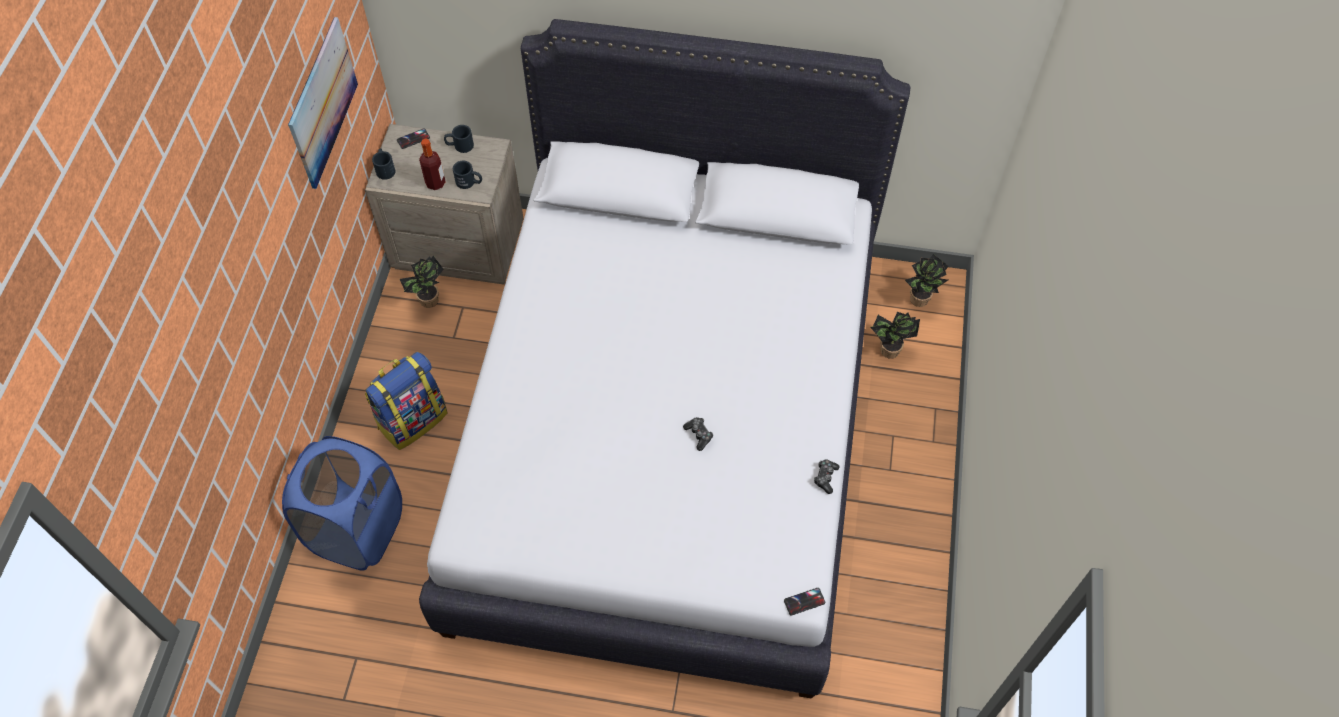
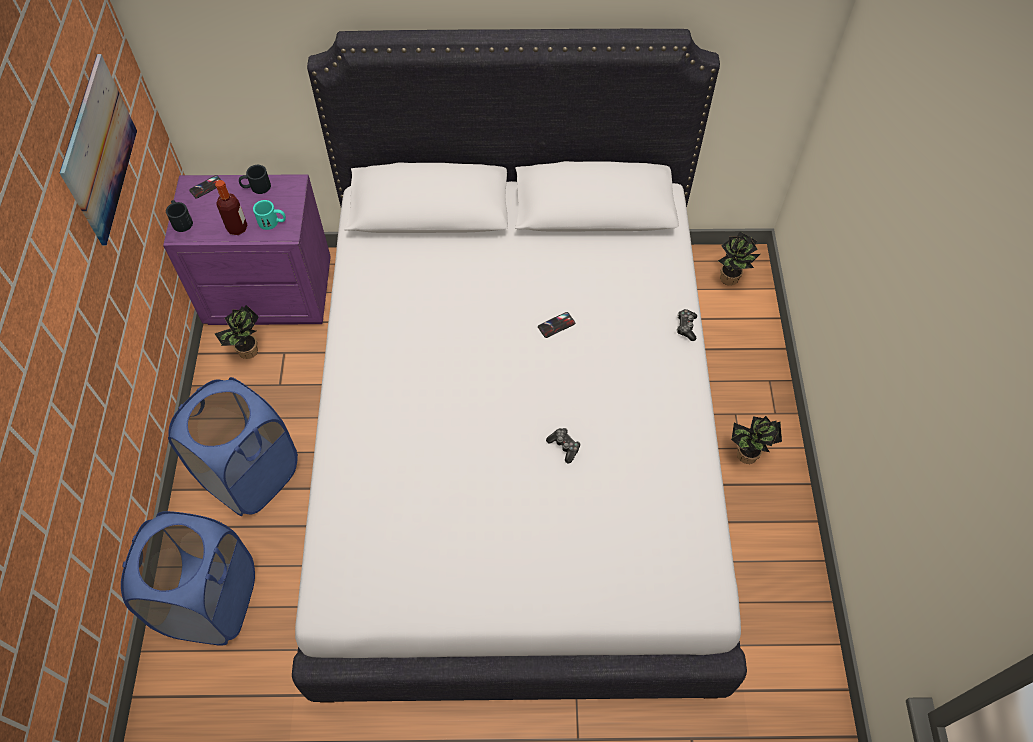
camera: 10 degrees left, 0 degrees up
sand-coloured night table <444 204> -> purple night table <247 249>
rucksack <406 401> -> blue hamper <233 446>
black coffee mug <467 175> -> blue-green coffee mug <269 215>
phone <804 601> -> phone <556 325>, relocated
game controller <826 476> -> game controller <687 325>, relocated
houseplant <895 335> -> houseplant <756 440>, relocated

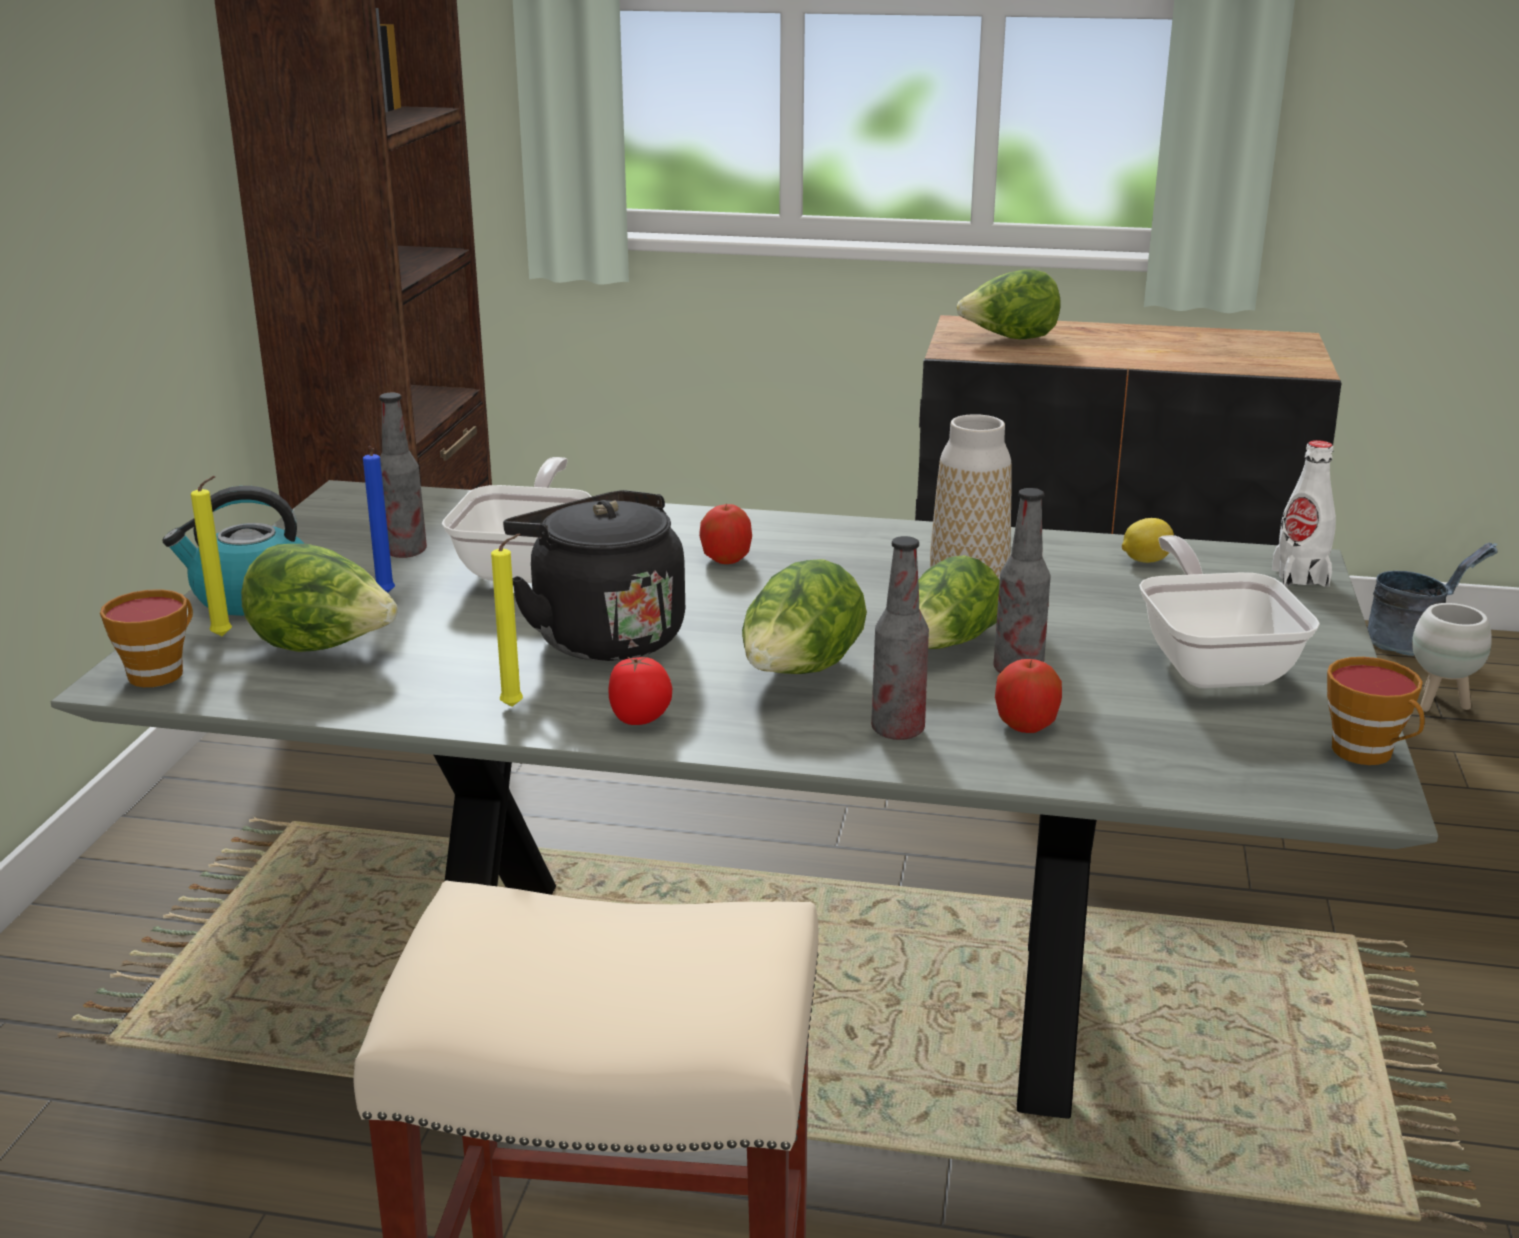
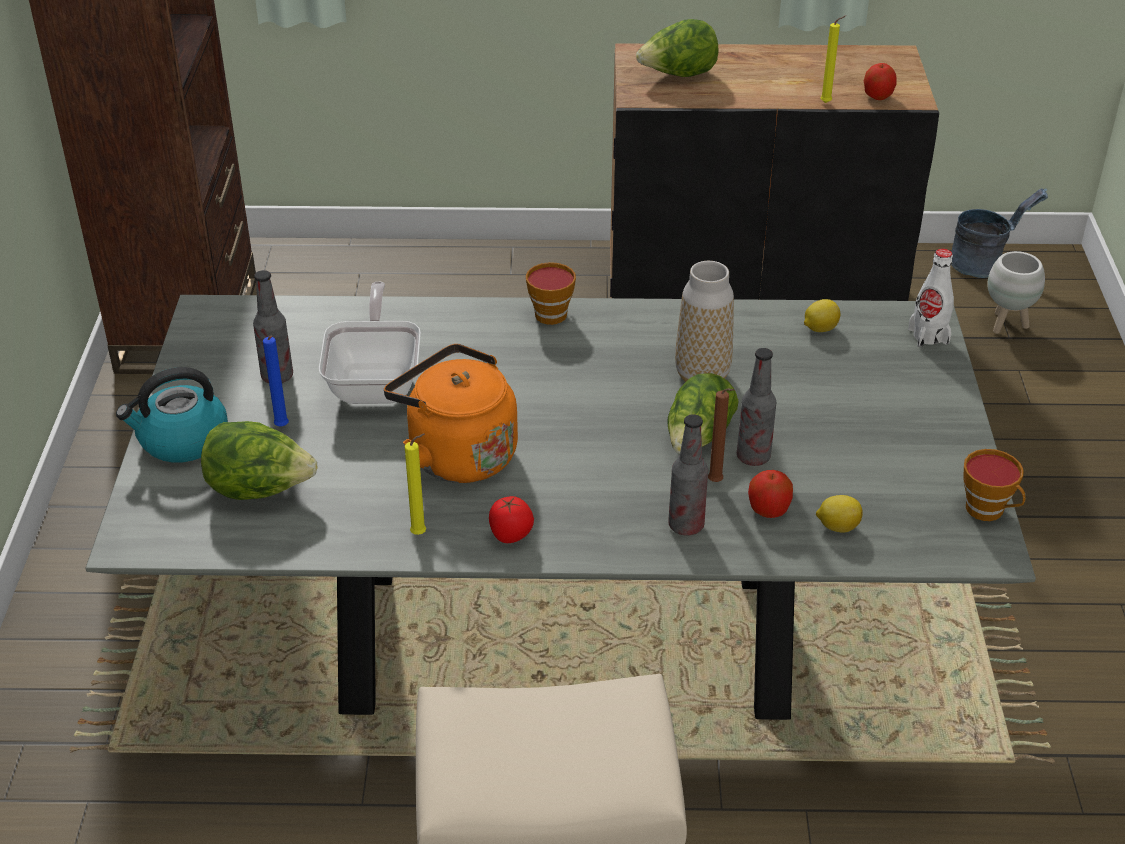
camera: 10 degrees left, 15 degrees up
black kettle <594 575> -> orange kettle <451 413>
small cup <146 638> -> small cup <551 293>, relocated
none -> brown-coloured candle <721 435>
none -> whole lemon <839 513>
yellow candle <211 556> -> yellow candle <833 59>, relocated
apple fruit <725 534> -> apple fruit <880 81>, relocated
lettuce head <804 616> -> none
skillet <1229 611> -> none

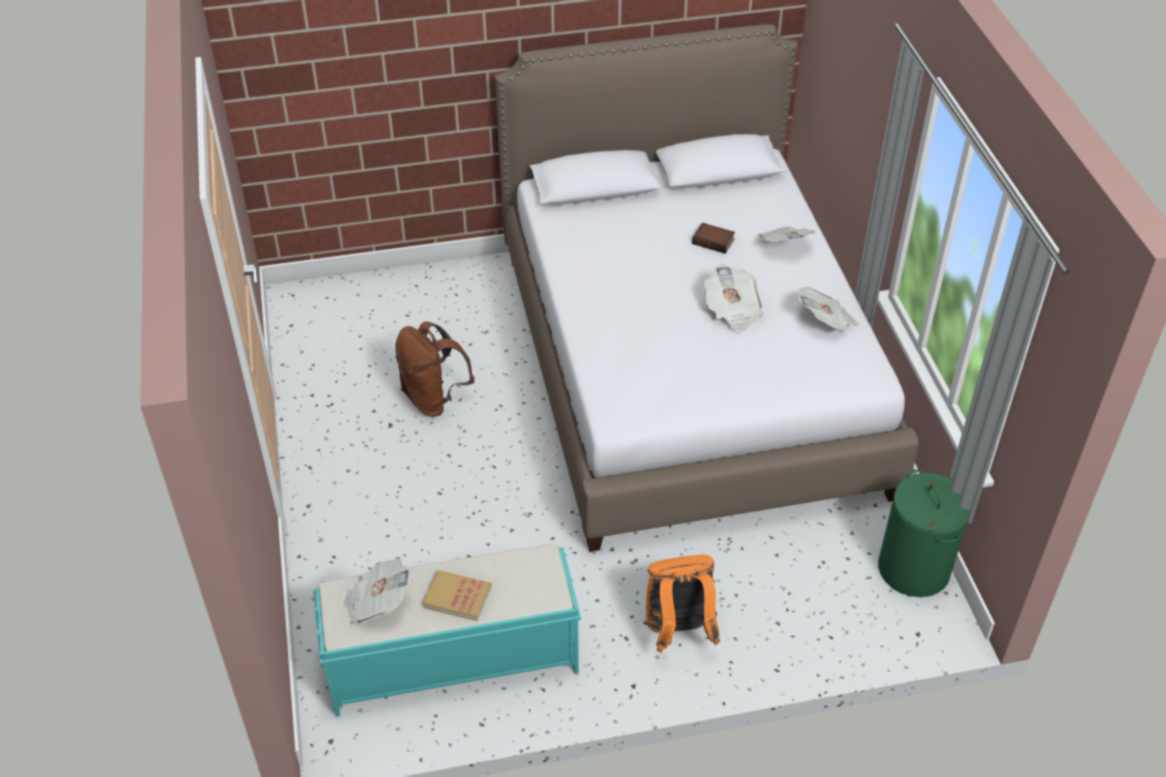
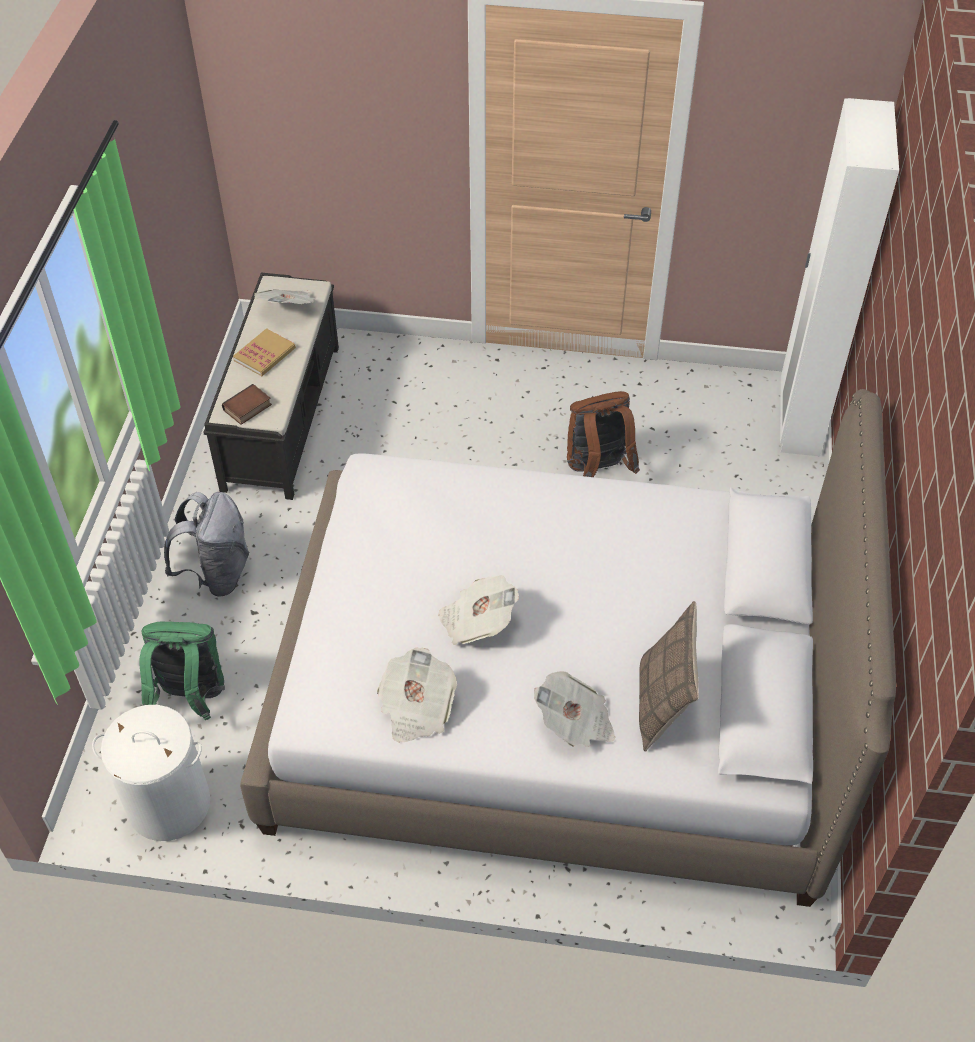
camera: 110 degrees right, 5 degrees up
green-coloured hamper <924 533> -> white-coloured hamper <151 773>
none -> green-coloured rucksack <182 670>
orange rucksack <682 603> -> grey rucksack <206 544>
blue-green indoor bench <447 630> -> black indoor bench <271 386>
book <713 238> -> book <247 404>, relocated
none -> pillow <669 676>
none -> white-coloured wardrobe <839 277>

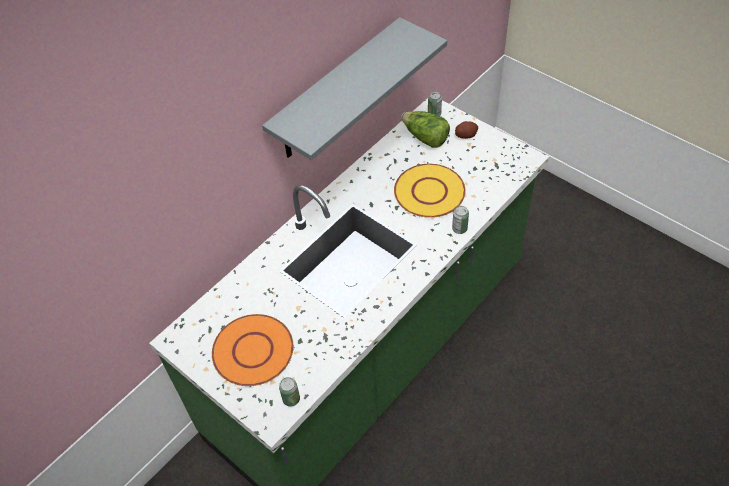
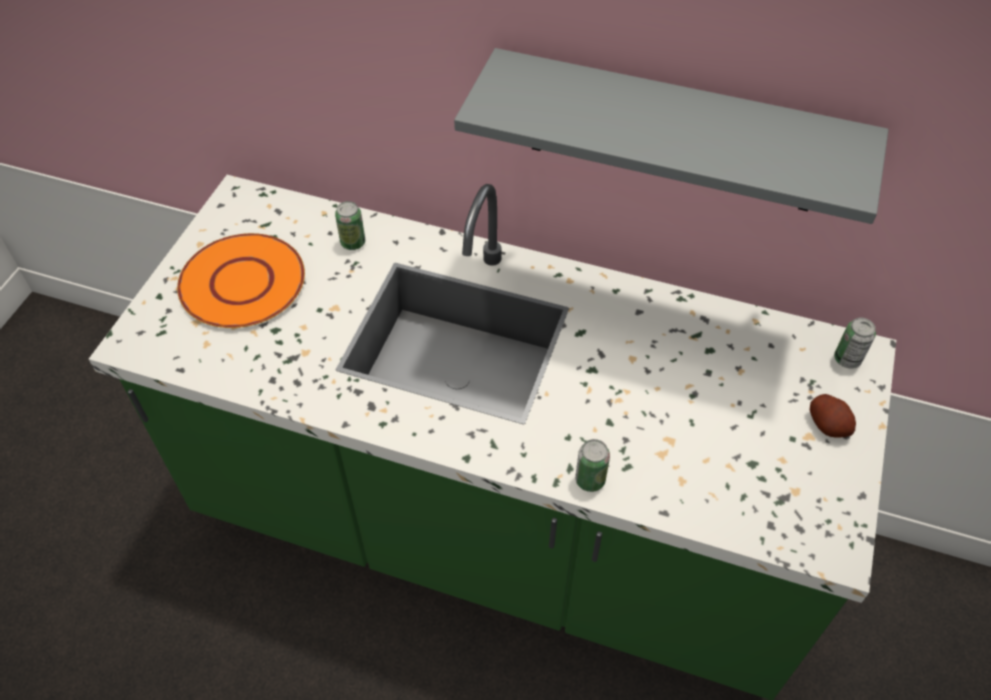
camera: 65 degrees right, 0 degrees up
can <289 392> -> can <350 225>, relocated
yellow flat dish <430 191> -> none
lettuce head <425 129> -> none

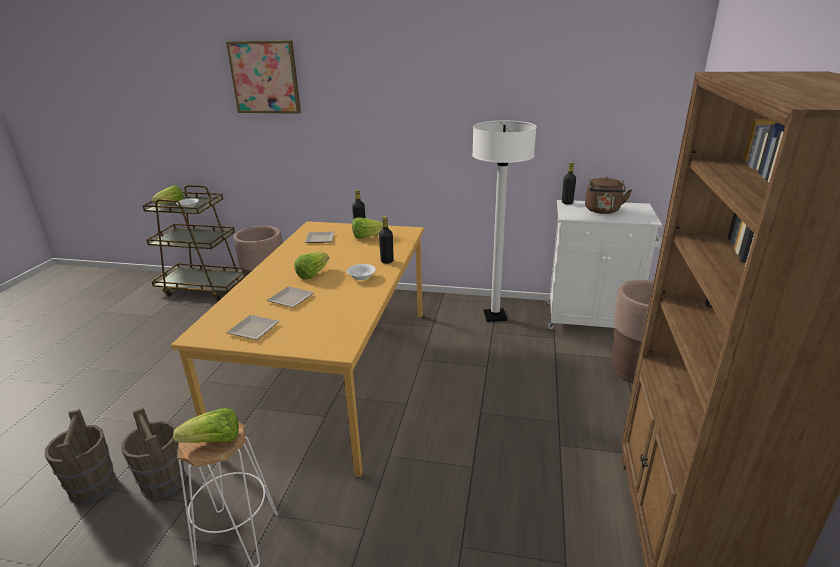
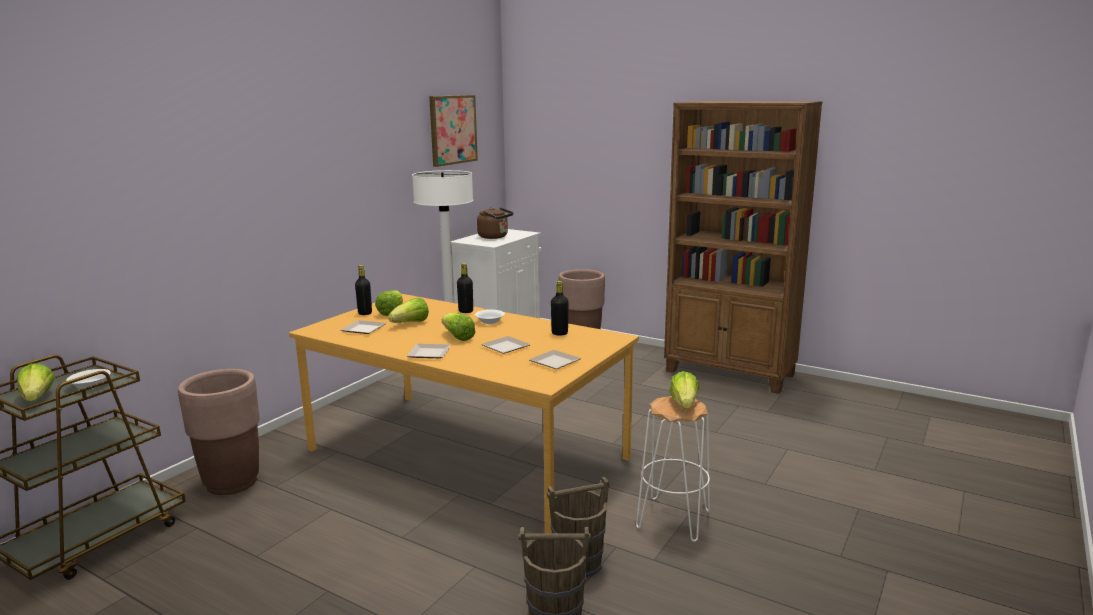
camera: 70 degrees left, 10 degrees down
none -> lettuce head <408 310>
none -> flat dish <429 351>
picture <263 77> -> picture <453 131>, relocated
black beverage bottle <569 183> -> black beverage bottle <559 308>, relocated

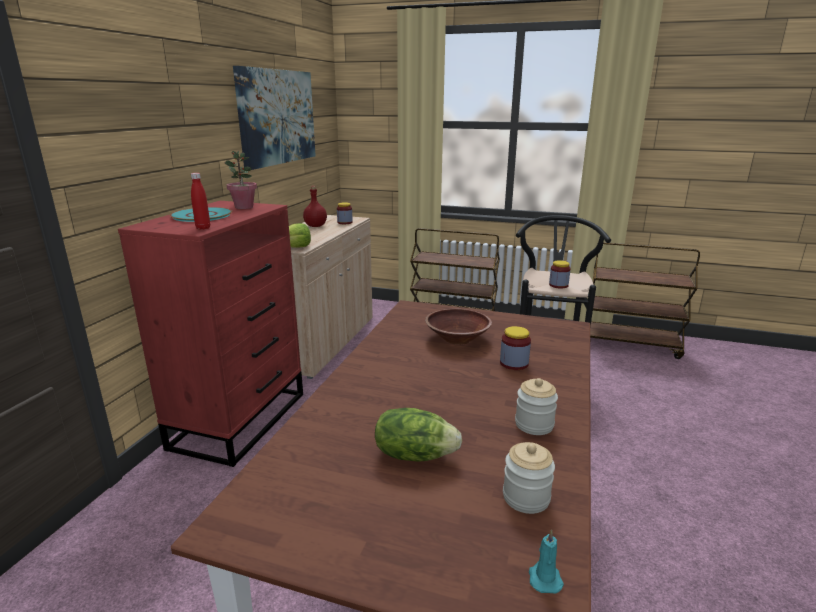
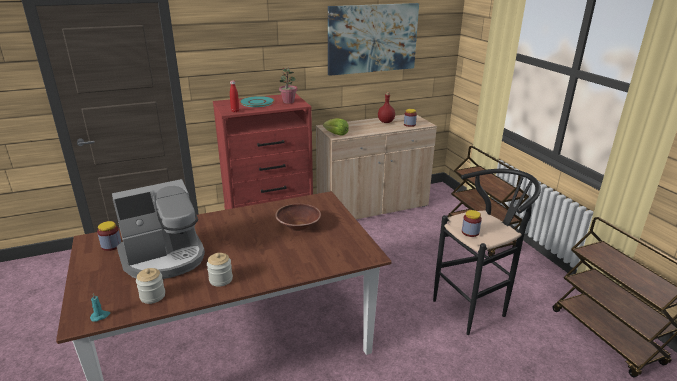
camera: 50 degrees right, 5 degrees up
jar <515 348> -> jar <109 236>, relocated
lettuce head <418 434> -> coffee maker <158 229>

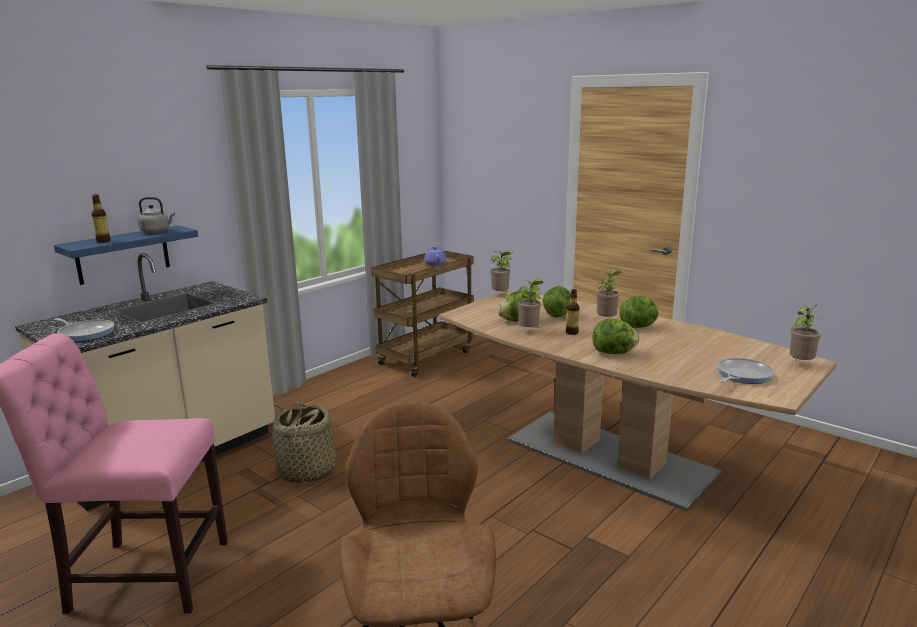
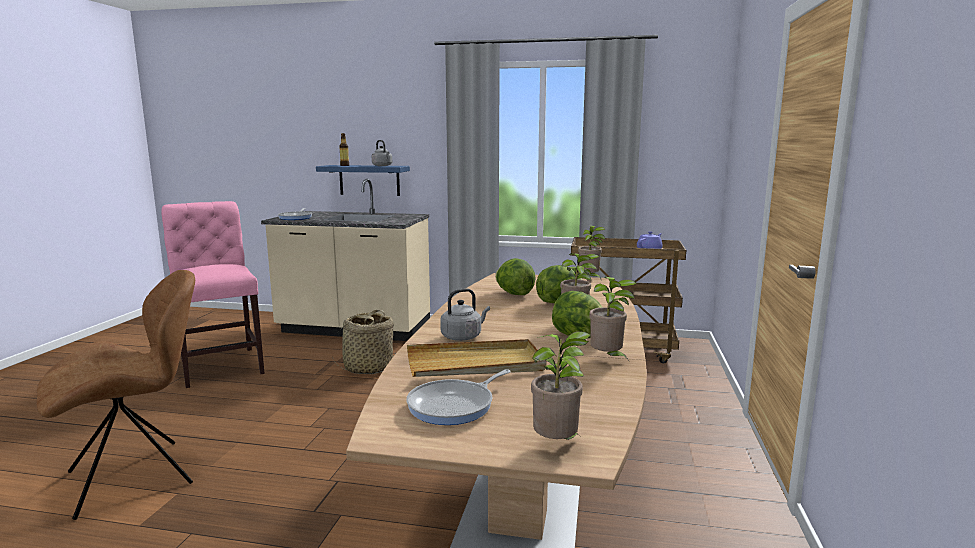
camera: 60 degrees right, 5 degrees down
skillet <746 371> -> skillet <458 397>, 120 degrees clockwise
none -> sand-coloured serving tray <477 358>
lettuce head <616 336> -> grey kettle <465 314>
houseplant <530 303> -> houseplant <613 319>, relocated
beverage bottle <573 312> -> none

